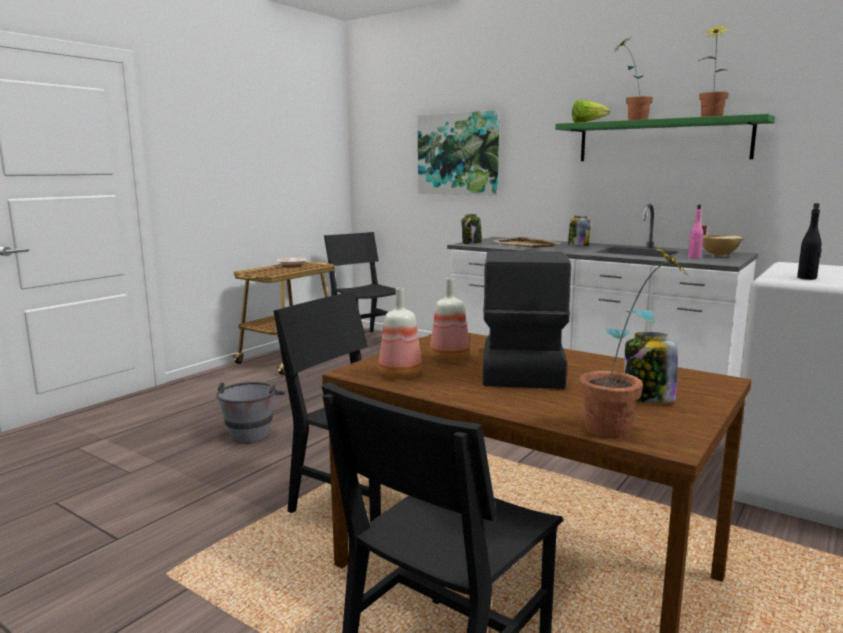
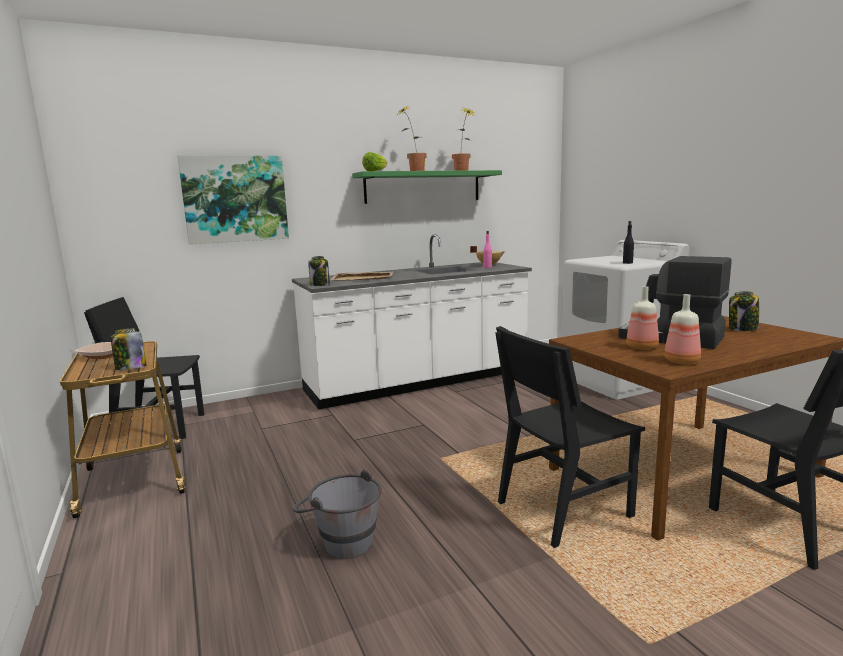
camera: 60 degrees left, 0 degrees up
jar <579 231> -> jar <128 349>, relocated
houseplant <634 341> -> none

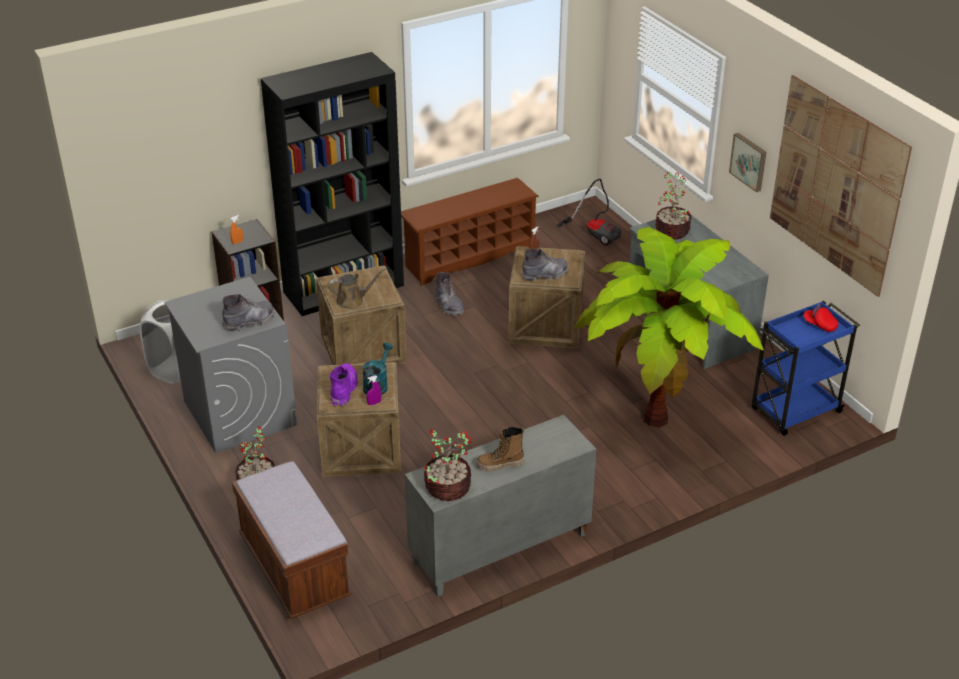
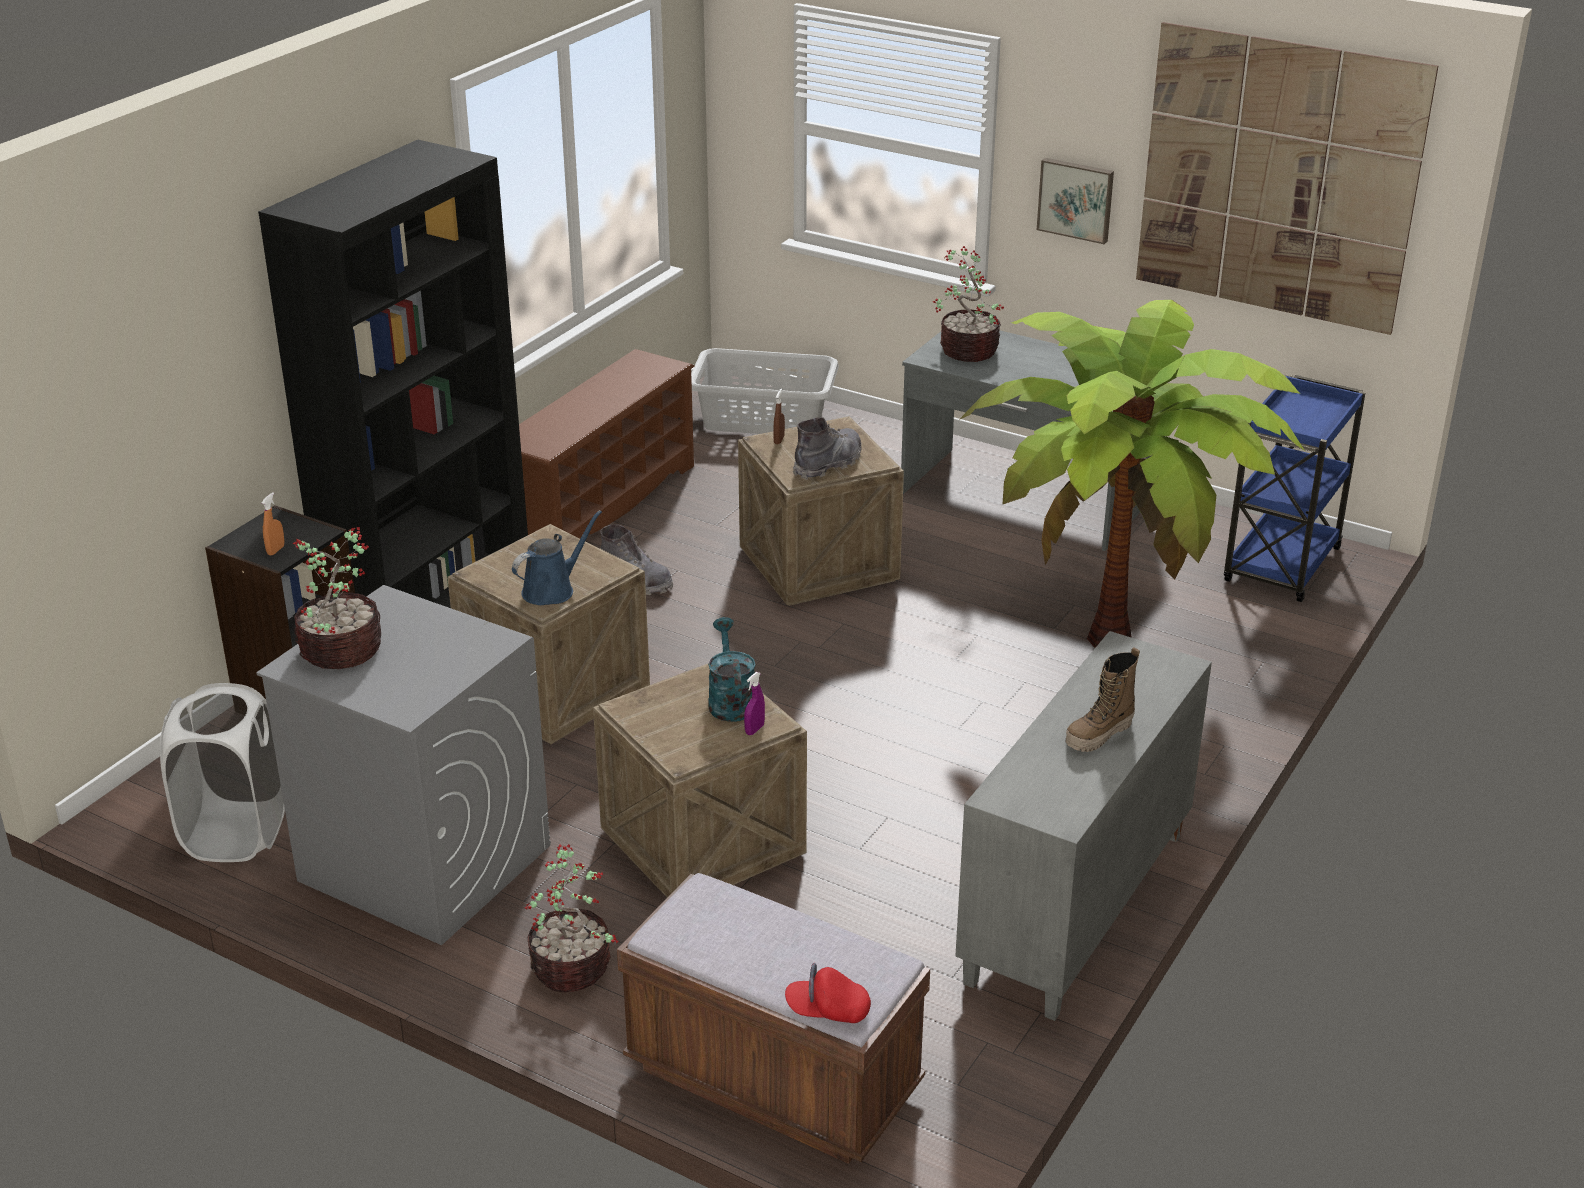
camera: 30 degrees left, 5 degrees down
houseplant <448 465> -> houseplant <336 598>, relocated
brown-coloured sprinkling can <357 288> -> blue sprinkling can <557 557>
hoover <588 212> -> grey hamper <765 391>
red peaked cap <821 318> -> red peaked cap <828 993>, relocated
grey high-top boot <248 312> -> none
purple high-top boot <344 384> -> none

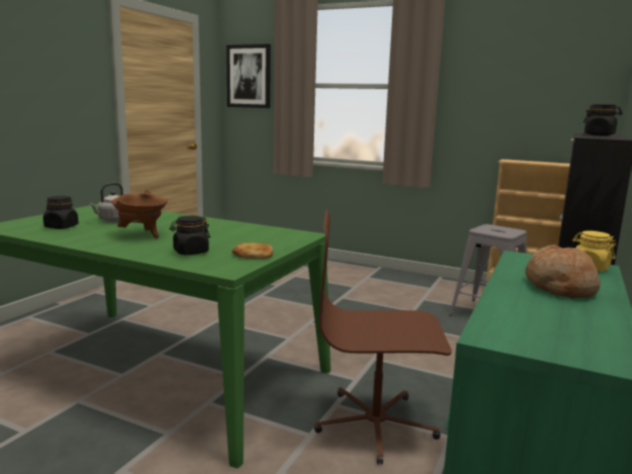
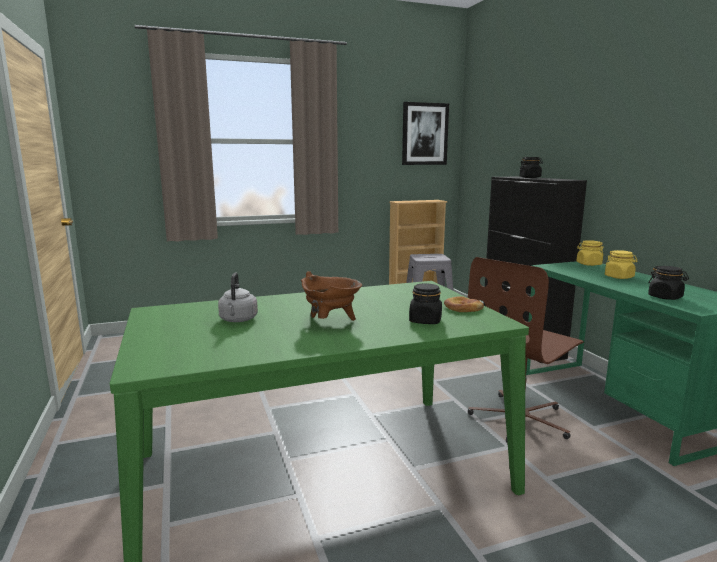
camera: 45 degrees left, 0 degrees up
picture <248 76> -> picture <425 133>, relocated
baked bread <563 271> -> yellow jar <621 264>
black jar <60 212> -> black jar <668 283>, relocated

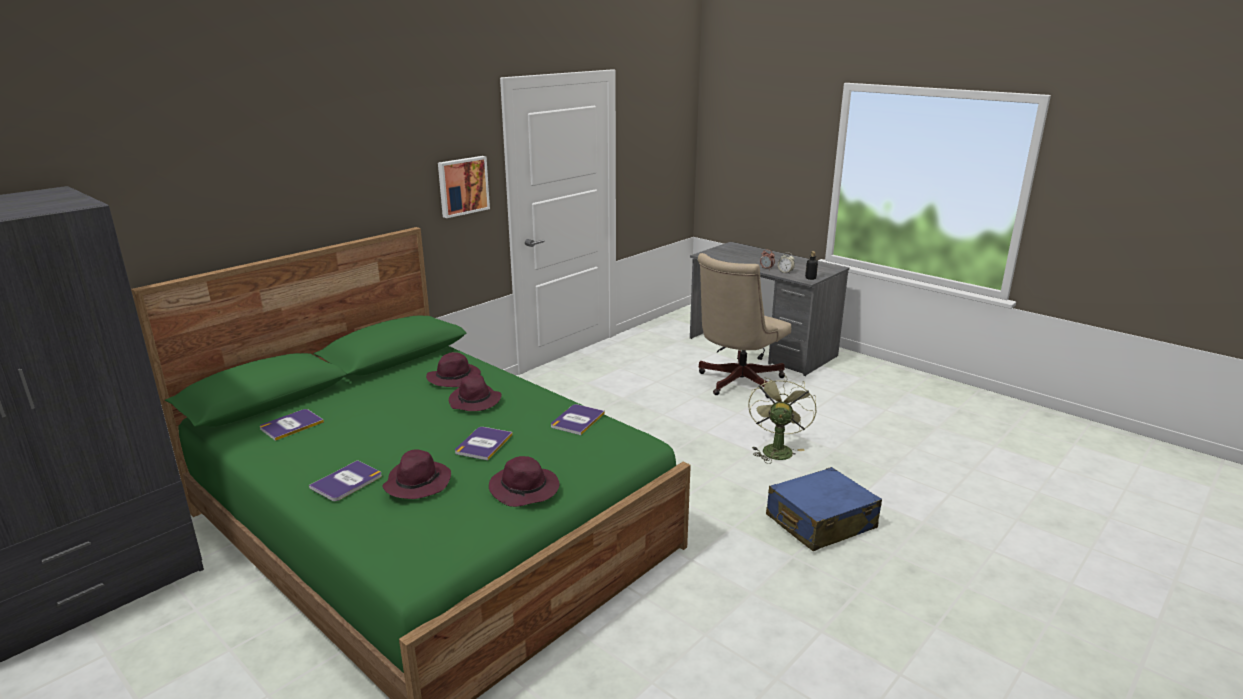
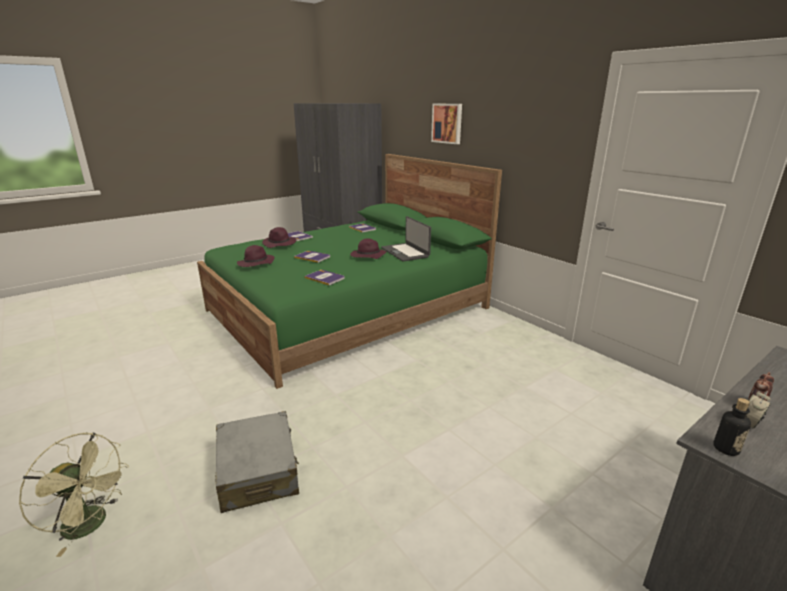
camera: 100 degrees right, 0 degrees up
green-coloured fan <782 419> -> green-coloured fan <74 494>, relocated
blue suitcase <824 509> -> grey suitcase <257 462>
purple clothing hat <453 369> -> laptop <406 239>
picture <464 187> -> picture <446 124>, relocated
sand-coloured office chair <744 325> -> none

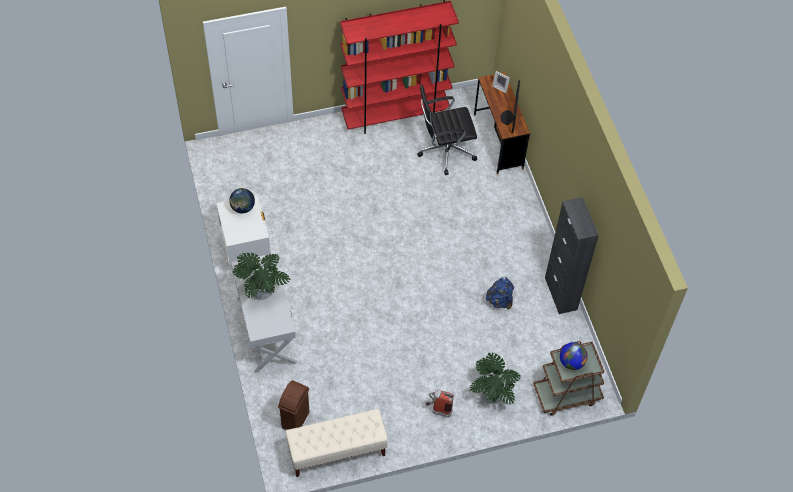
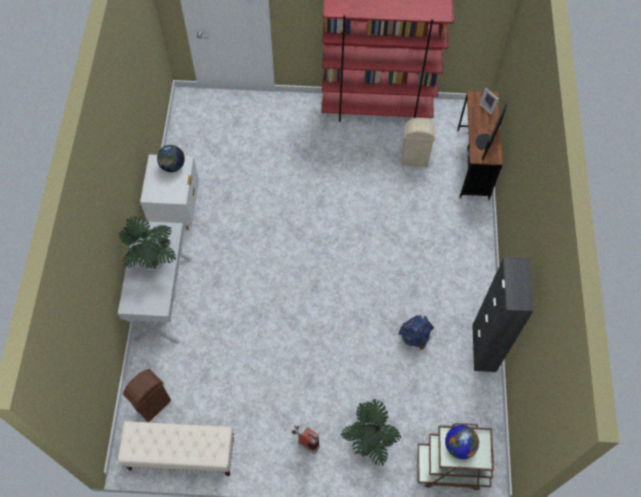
camera: 20 degrees right, 5 degrees up
black office chair <447 130> -> sand-coloured rubbish bin <418 142>

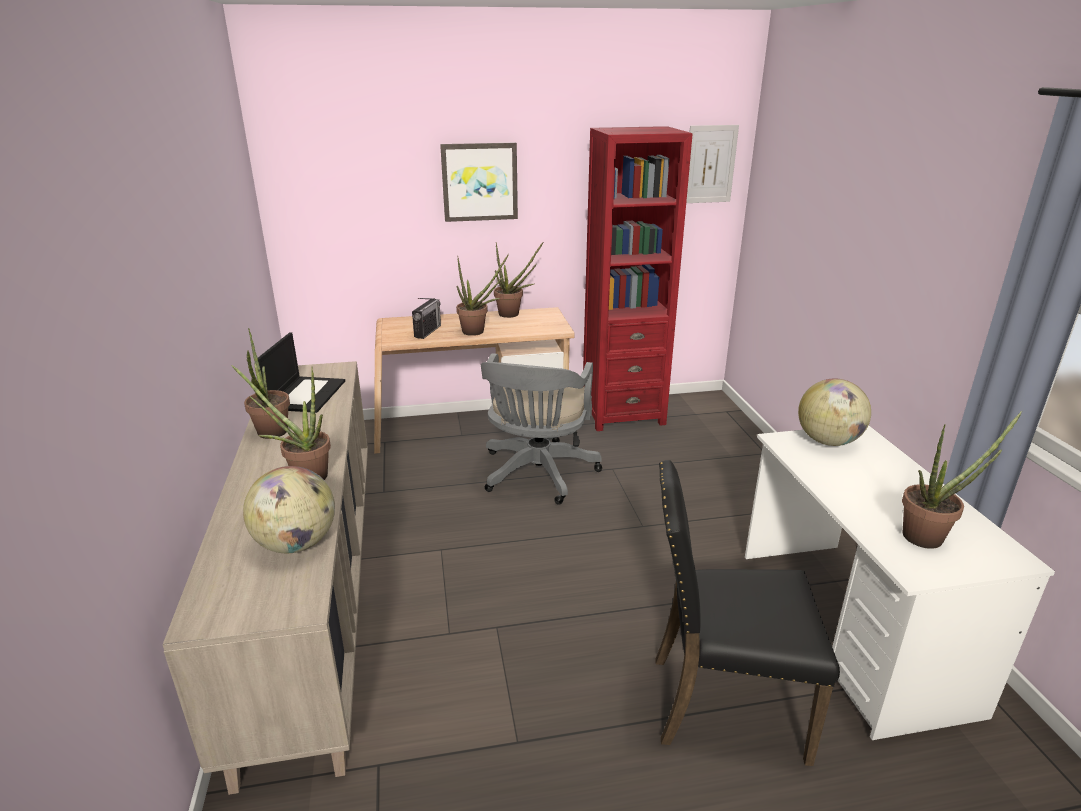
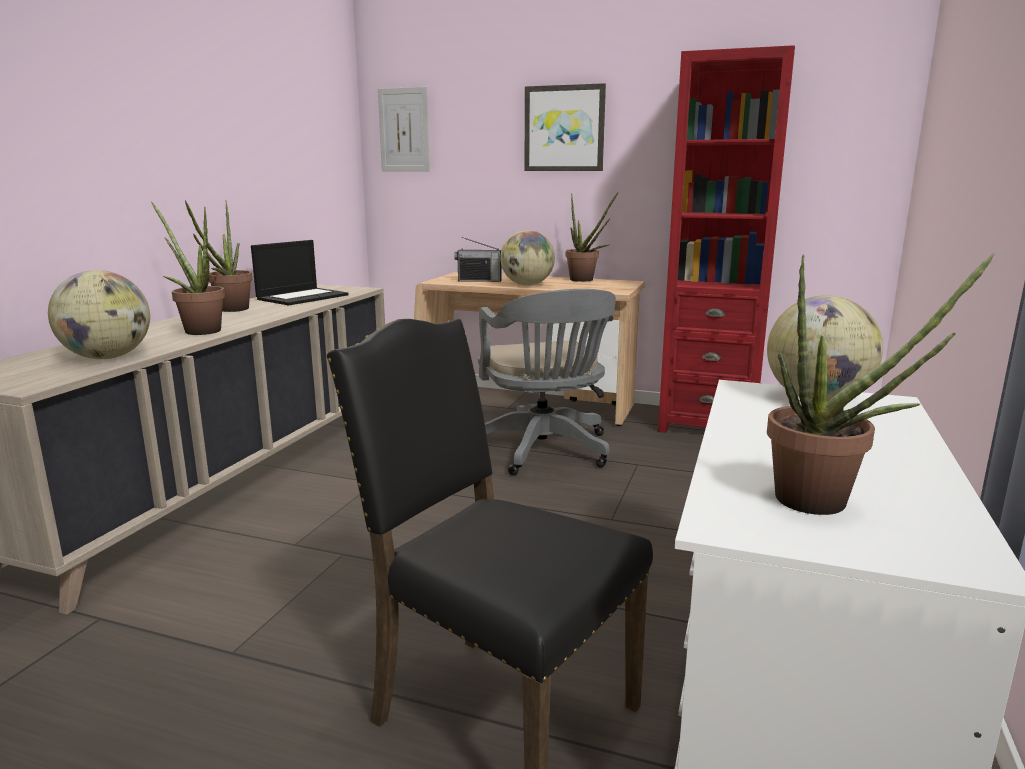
camera: 30 degrees right, 10 degrees down
picture <712 164> -> picture <404 129>, relocated
radio <426 318> -> radio <478 259>, 45 degrees clockwise
grey office chair <541 429> -> grey office chair <547 382>, 60 degrees counterclockwise
houseplant <482 295> -> world globe <527 257>

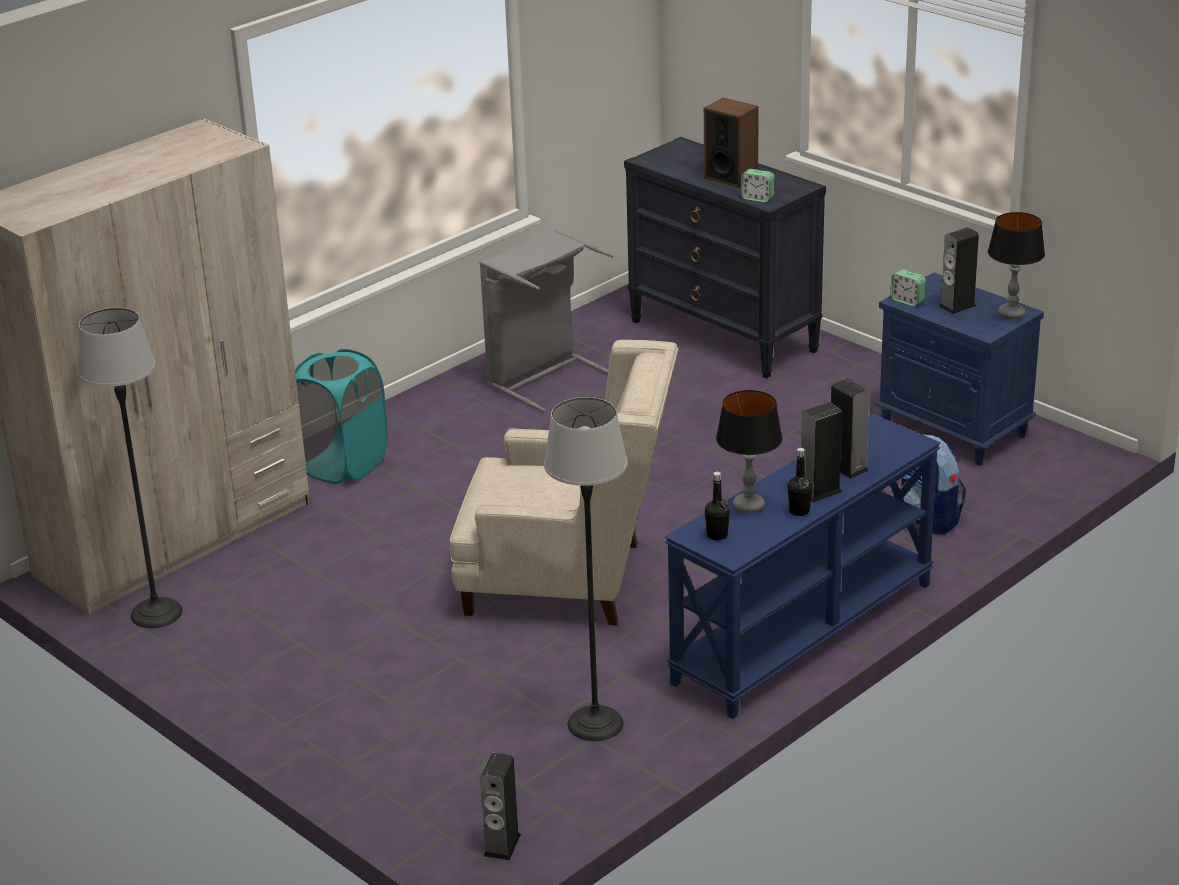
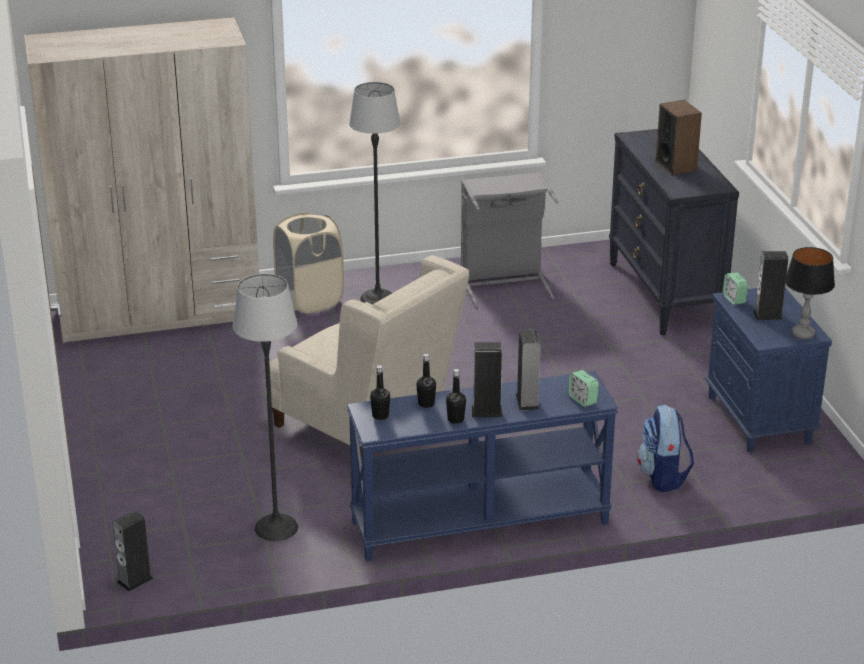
camera: 30 degrees right, 0 degrees up
blue-green hamper <341 416> -> sand-coloured hamper <308 262>
standard lamp <130 468> -> standard lamp <374 193>, relocated
table lamp <749 451> -> black beverage bottle <426 381>
bedside clock <757 185> -> bedside clock <583 388>, relocated

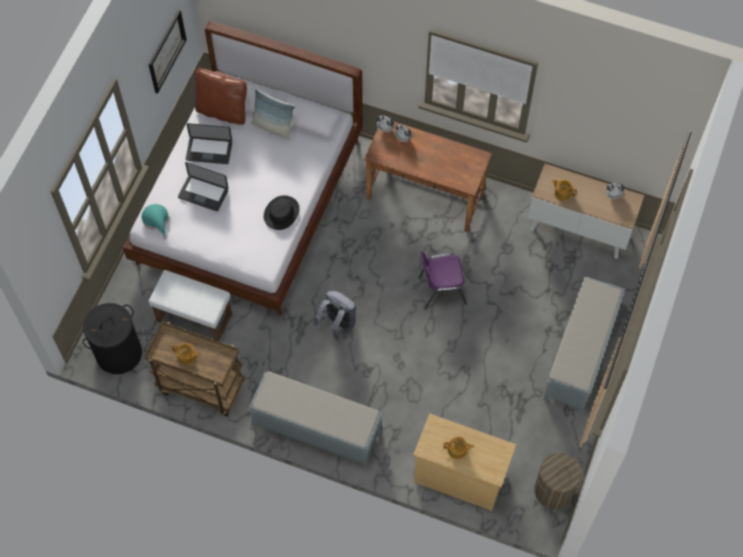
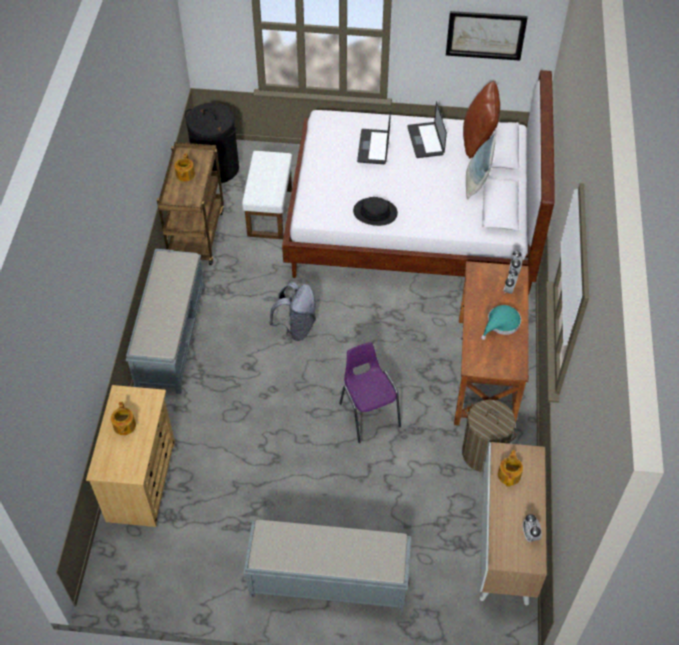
camera: 75 degrees right, 10 degrees down
hamper <558 481> -> hamper <489 436>, relocated
blue-green clothing hat <155 221> -> blue-green clothing hat <501 322>, relocated

